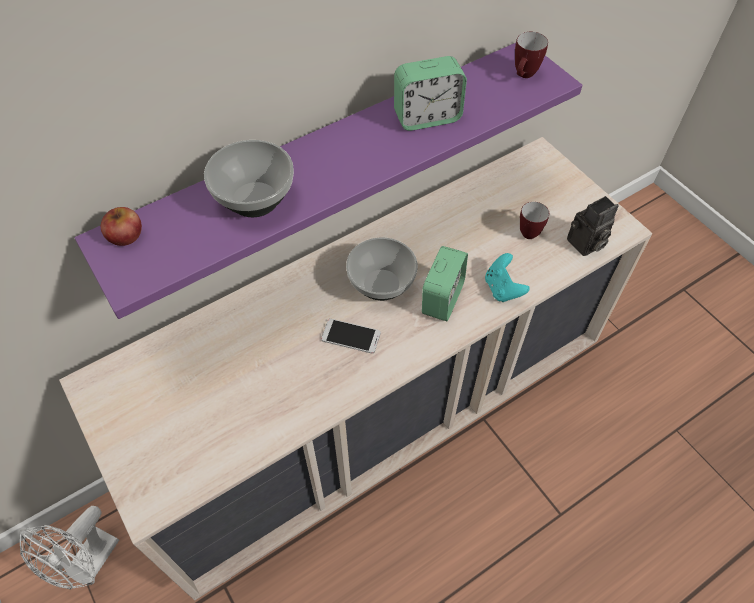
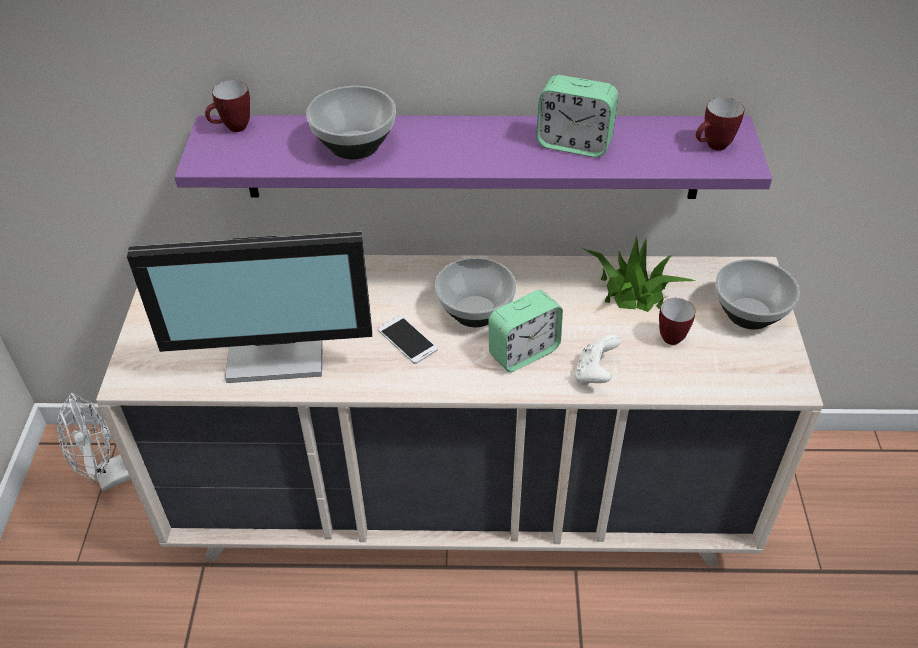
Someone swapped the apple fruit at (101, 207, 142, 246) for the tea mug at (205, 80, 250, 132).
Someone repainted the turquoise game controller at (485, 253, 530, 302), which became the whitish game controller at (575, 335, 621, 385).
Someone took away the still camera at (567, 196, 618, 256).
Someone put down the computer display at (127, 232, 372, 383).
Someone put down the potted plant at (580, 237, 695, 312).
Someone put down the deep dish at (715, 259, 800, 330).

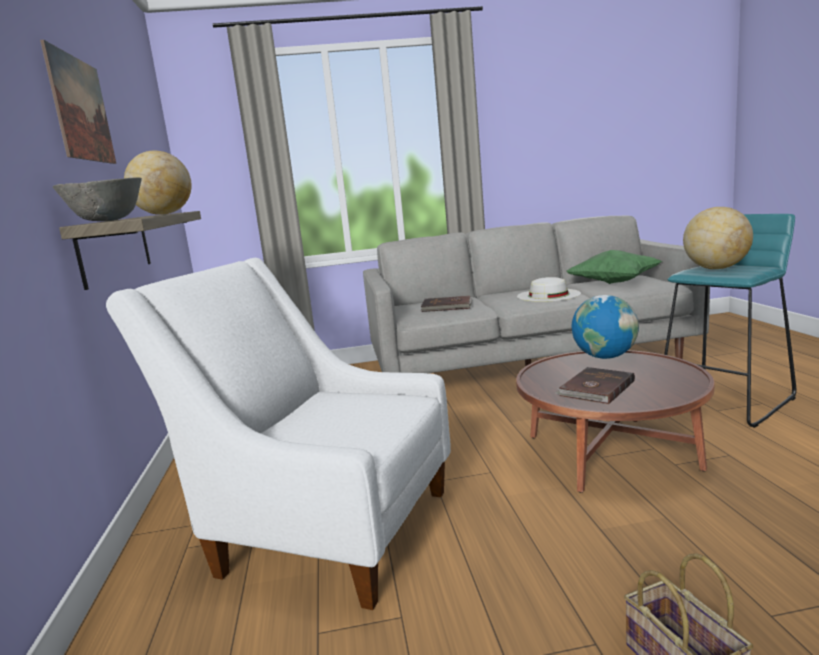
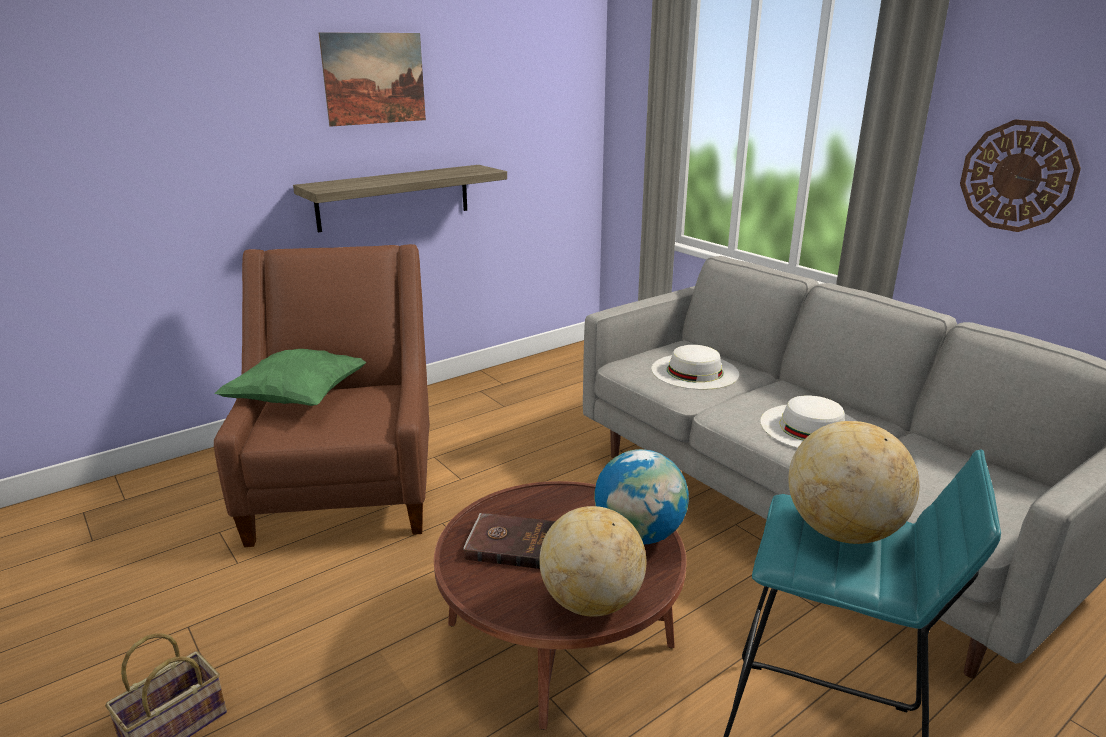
Someone took away the gray deep dish at (53, 177, 142, 221).
Someone repainted the whitish lounge chair at (106, 258, 451, 610), which became the brown lounge chair at (214, 244, 430, 547).
Someone carried the globe from (124, 151, 192, 215) to (539, 506, 646, 617).
Someone swapped the brown volume at (421, 296, 472, 312) for the whitish wearable hat at (651, 345, 739, 390).
Someone carried the green cushion from (566, 250, 663, 284) to (214, 349, 367, 406).
Someone put up the wall clock at (960, 119, 1081, 232).

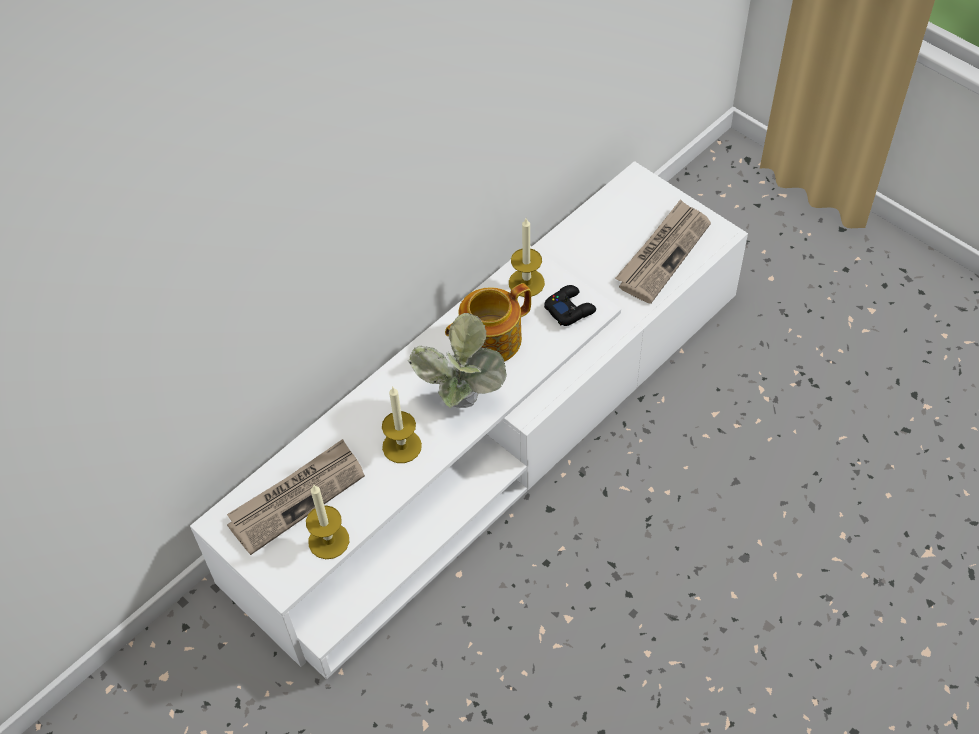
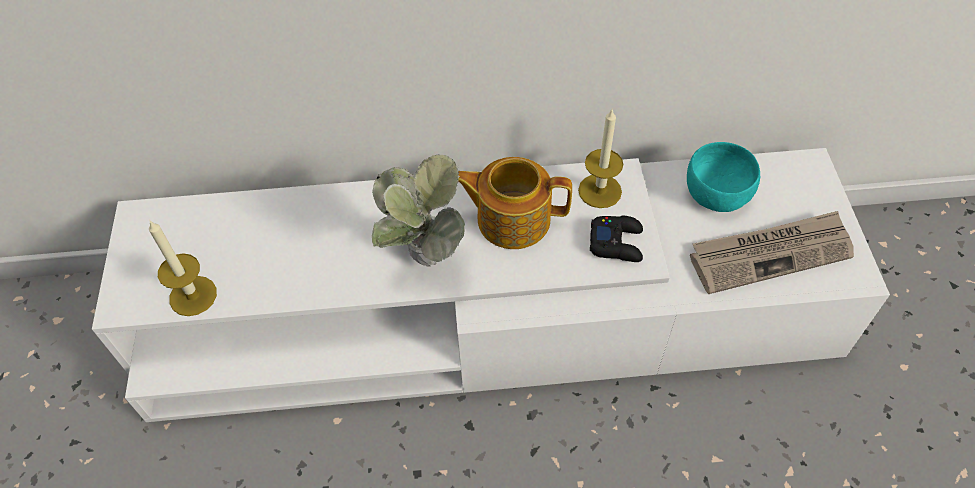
Someone took away the printed paper at (227, 439, 365, 555).
Someone took away the candle at (382, 387, 422, 463).
Someone put down the turquoise deep dish at (687, 142, 760, 212).

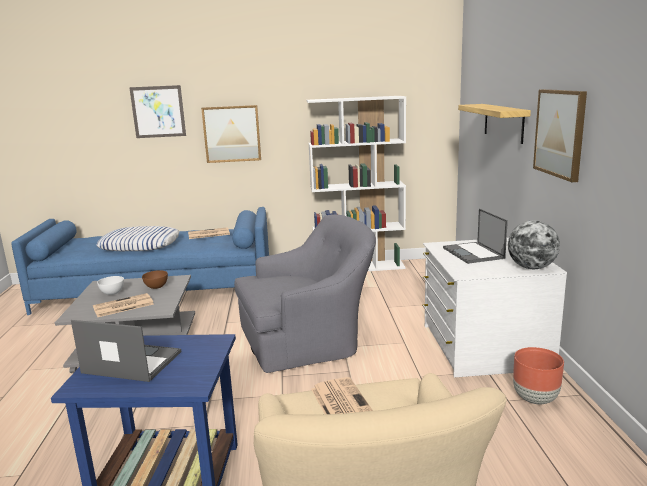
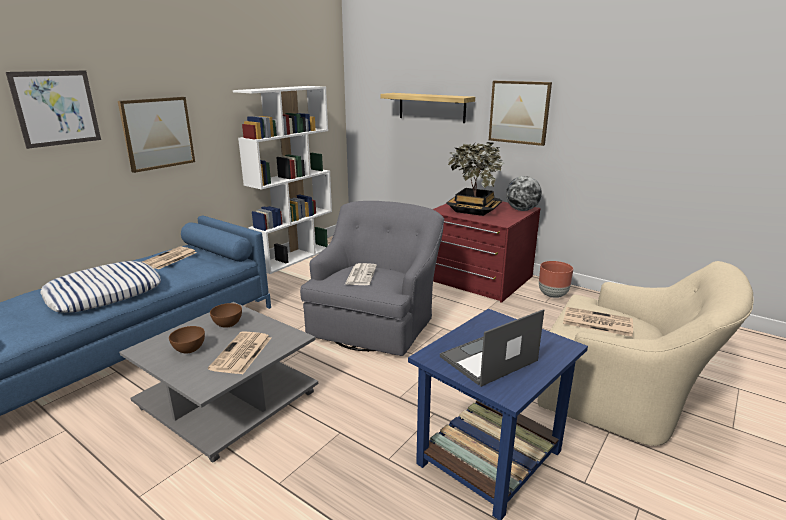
Someone repainted the whitish deep dish at (97, 276, 124, 295), which became the brown deep dish at (169, 326, 205, 353).
Someone repainted the whitish dresser at (422, 238, 567, 377), which became the red dresser at (433, 200, 541, 303).
Someone swapped the notebook computer at (443, 209, 508, 264) for the potted plant at (446, 142, 504, 216).
Someone put down the printed paper at (345, 263, 377, 285).

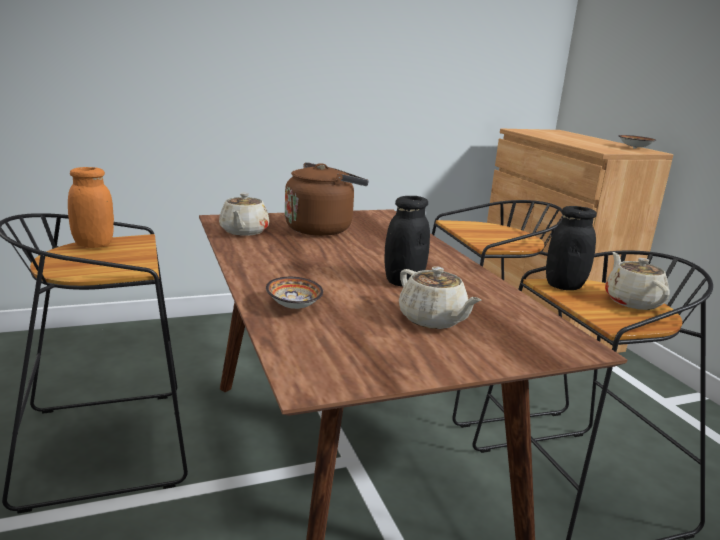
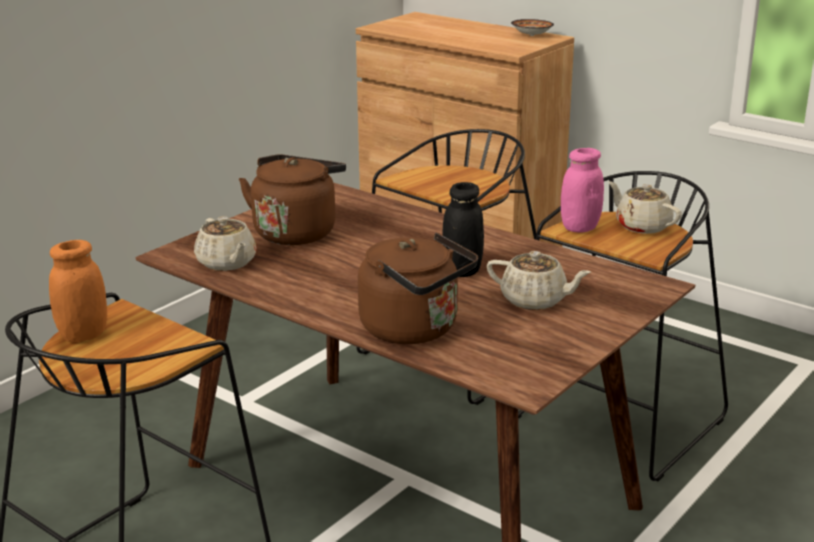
Someone swapped the deep dish at (266, 277, 323, 309) for the brown kettle at (358, 232, 478, 344).
Someone repainted the blackish preserve jar at (546, 206, 597, 290), which became the pinkish preserve jar at (561, 148, 604, 233).

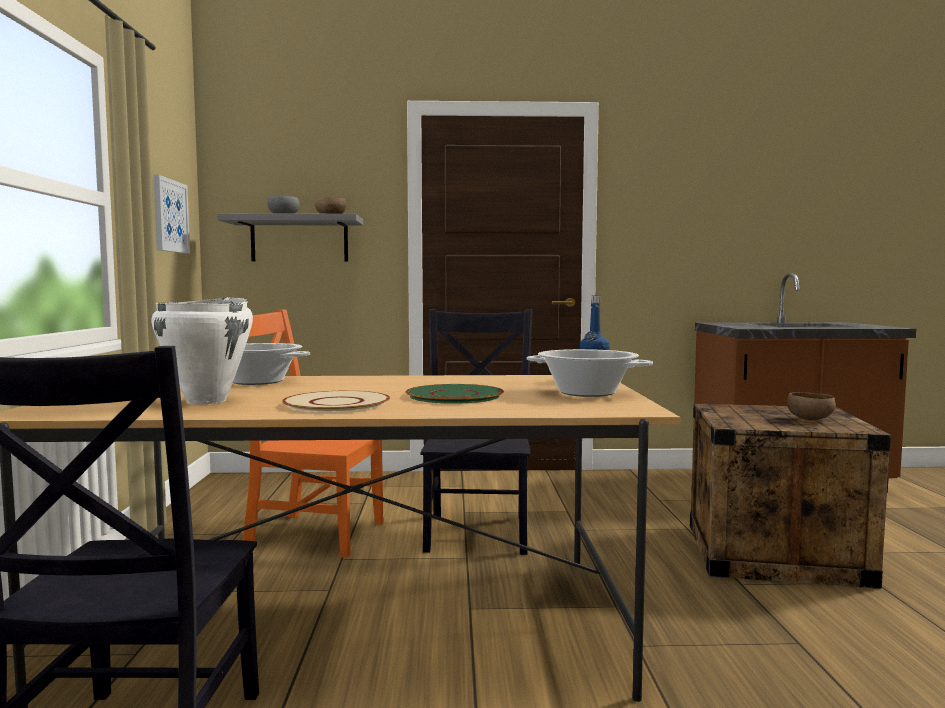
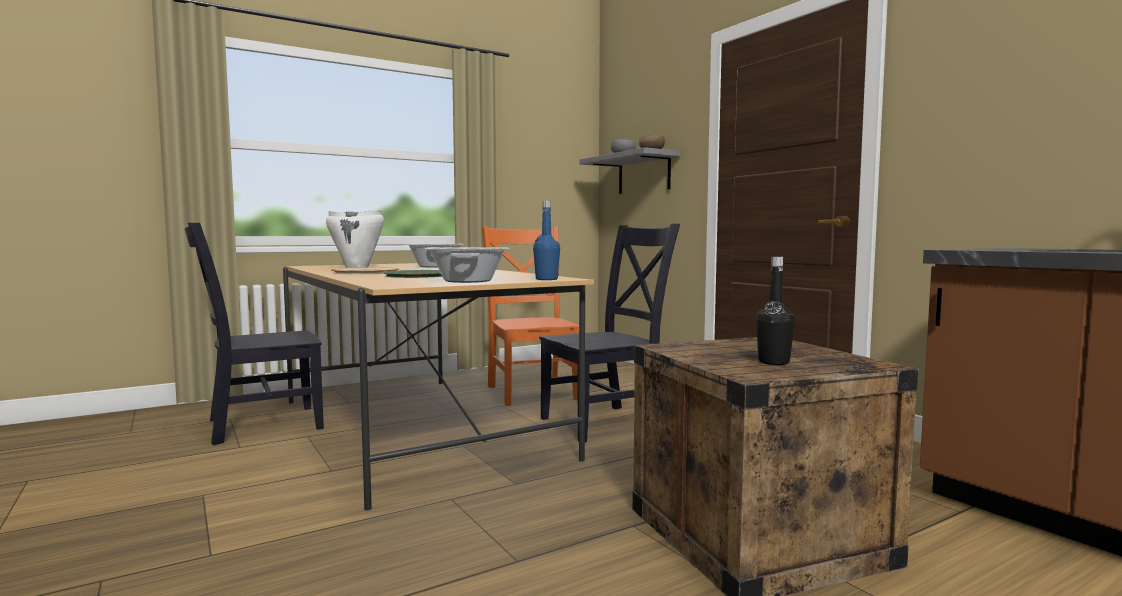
Someone took away the picture at (153, 175, 190, 253).
Someone swapped the brown deep dish at (787, 392, 836, 420) for the blackish drink bottle at (756, 257, 795, 365).

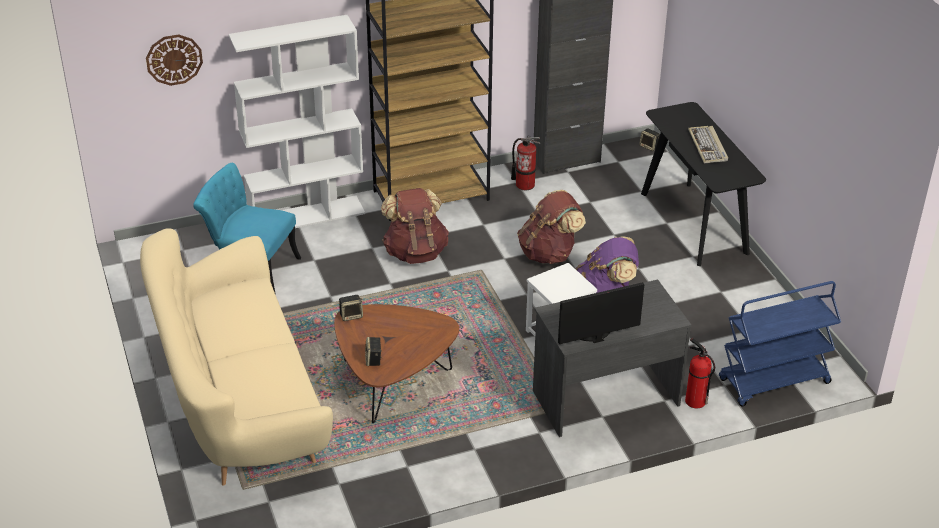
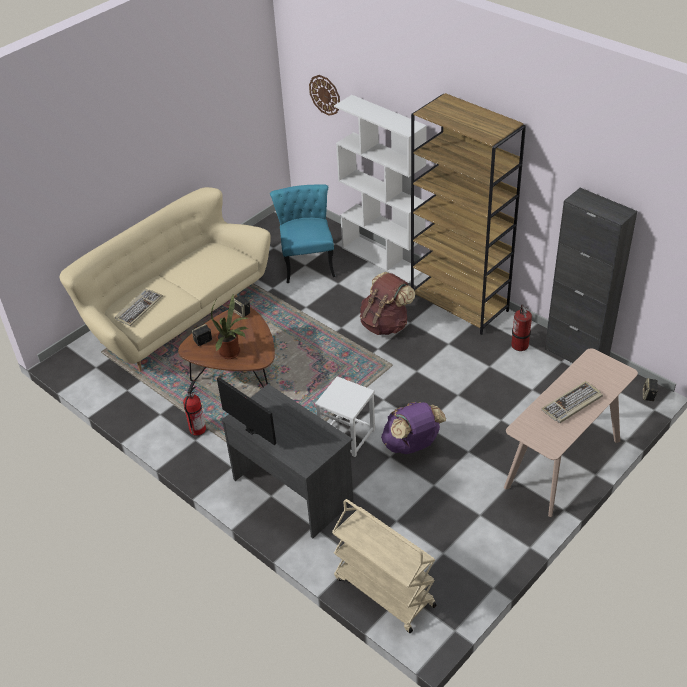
Someone took away the brown rucksack at (517, 190, 586, 264).
Someone repainted the blackish console table at (641, 102, 766, 266), which became the beige console table at (504, 348, 638, 517).
Someone carried the fire-fighting cylinder from (685, 338, 715, 408) to (183, 380, 206, 436).
Someone repainted the blue-coloured wheeled cart at (719, 281, 841, 407), which became the beige wheeled cart at (332, 499, 437, 633).
Someone put down the keyboard at (115, 289, 163, 326).
Someone put down the potted plant at (211, 295, 248, 359).

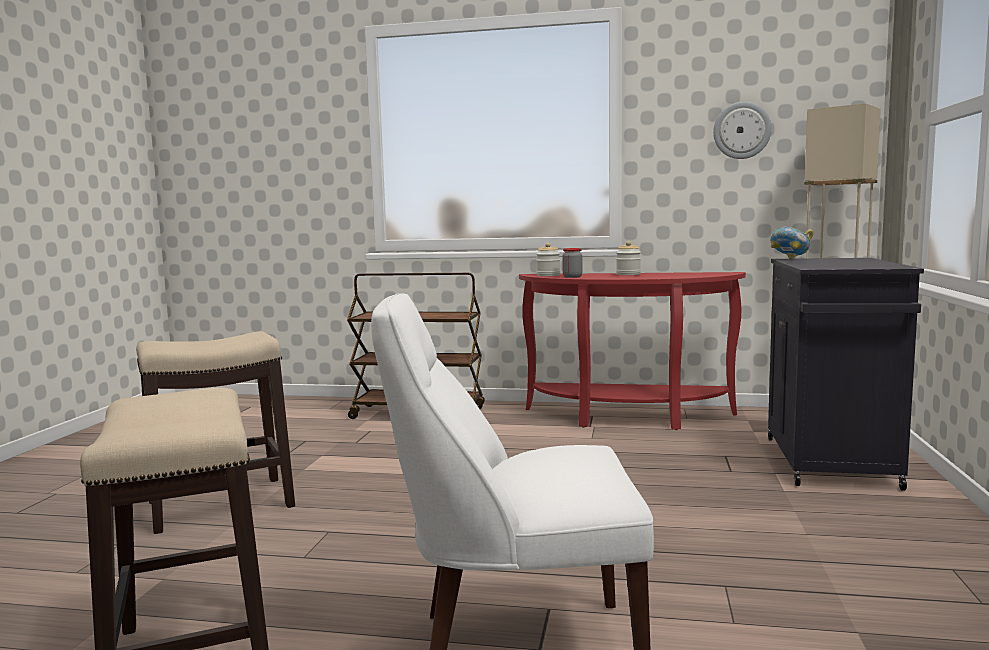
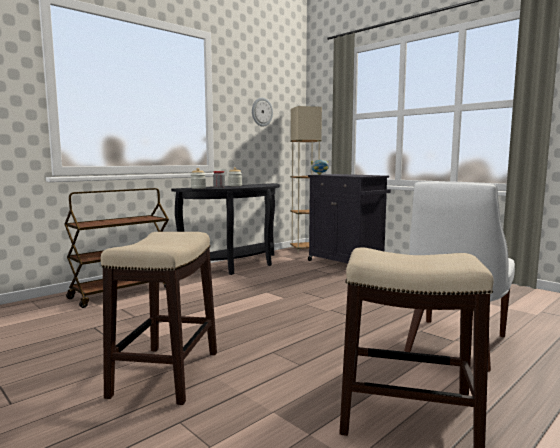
Someone repainted the red console table at (519, 272, 746, 430), which became the blackish console table at (171, 183, 280, 275).

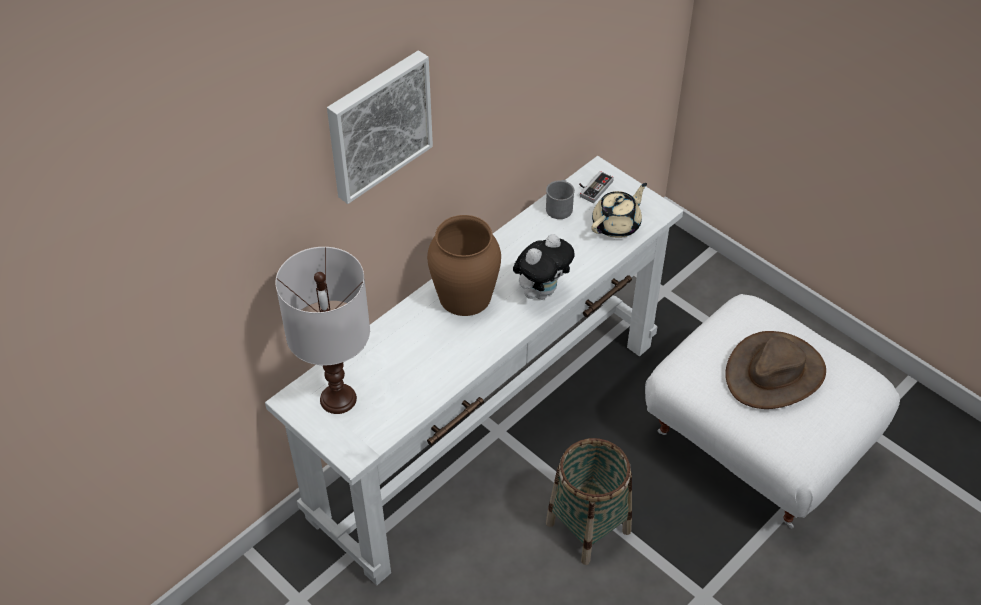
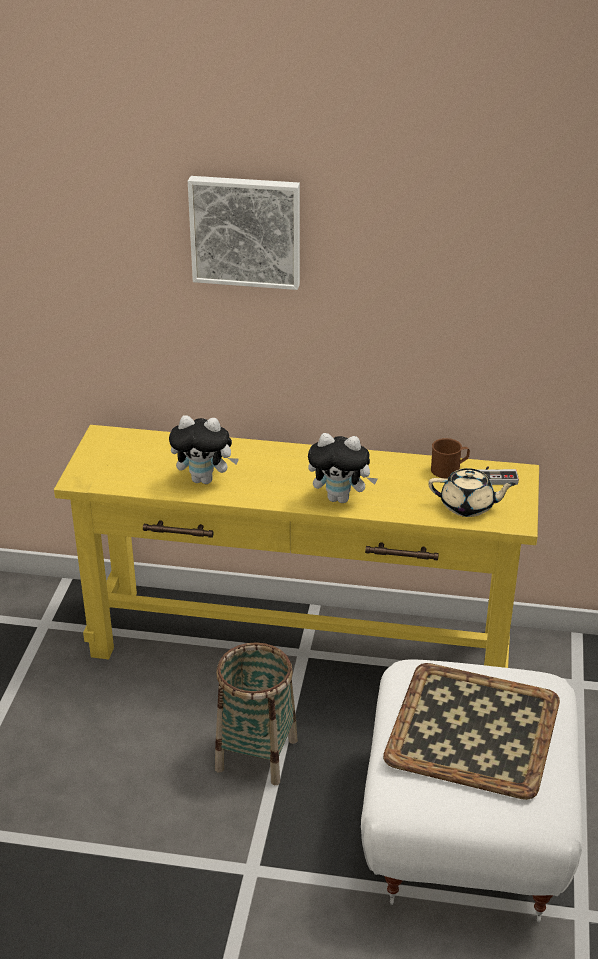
Someone repainted the whitish console table at (265, 156, 683, 585), which became the yellow console table at (54, 425, 539, 668).
Someone took away the whitish lamp for a table at (275, 247, 370, 414).
Someone took away the brown decorative vase at (427, 215, 501, 316).
Someone repainted the gray tea mug at (546, 180, 575, 219), which became the brown tea mug at (431, 438, 470, 478).
Someone swapped the brown wearable hat at (725, 331, 826, 409) for the carrying tray at (383, 663, 560, 800).
Someone put down the cuddly toy at (169, 415, 239, 484).

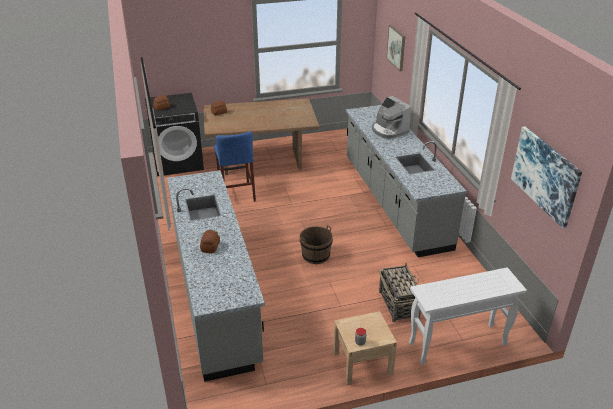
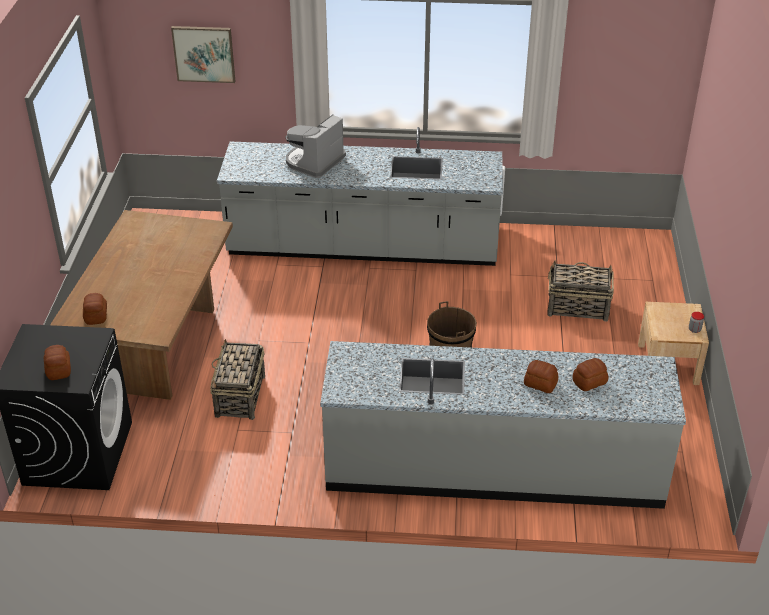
Someone swapped the blue-coloured stool seat at (214, 131, 256, 202) for the household basket at (210, 339, 265, 420).
Someone rotated the coffee machine at (372, 96, 411, 139) by 135 degrees clockwise.
Someone took away the whitish console table at (409, 267, 527, 364).
Someone took away the picture at (511, 126, 582, 228).
Someone put down the bread at (572, 358, 608, 391).

